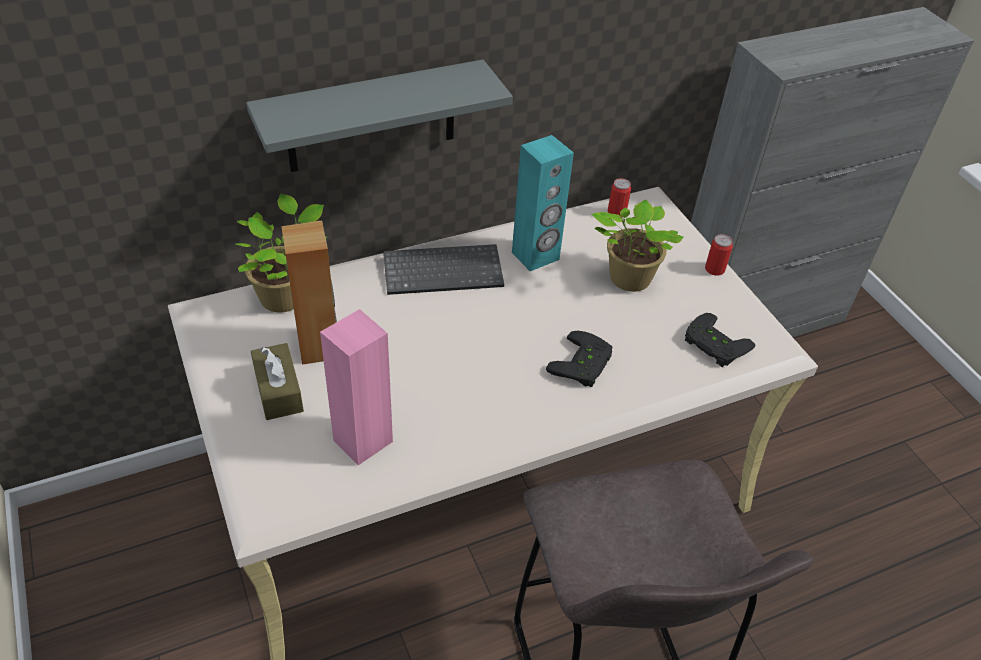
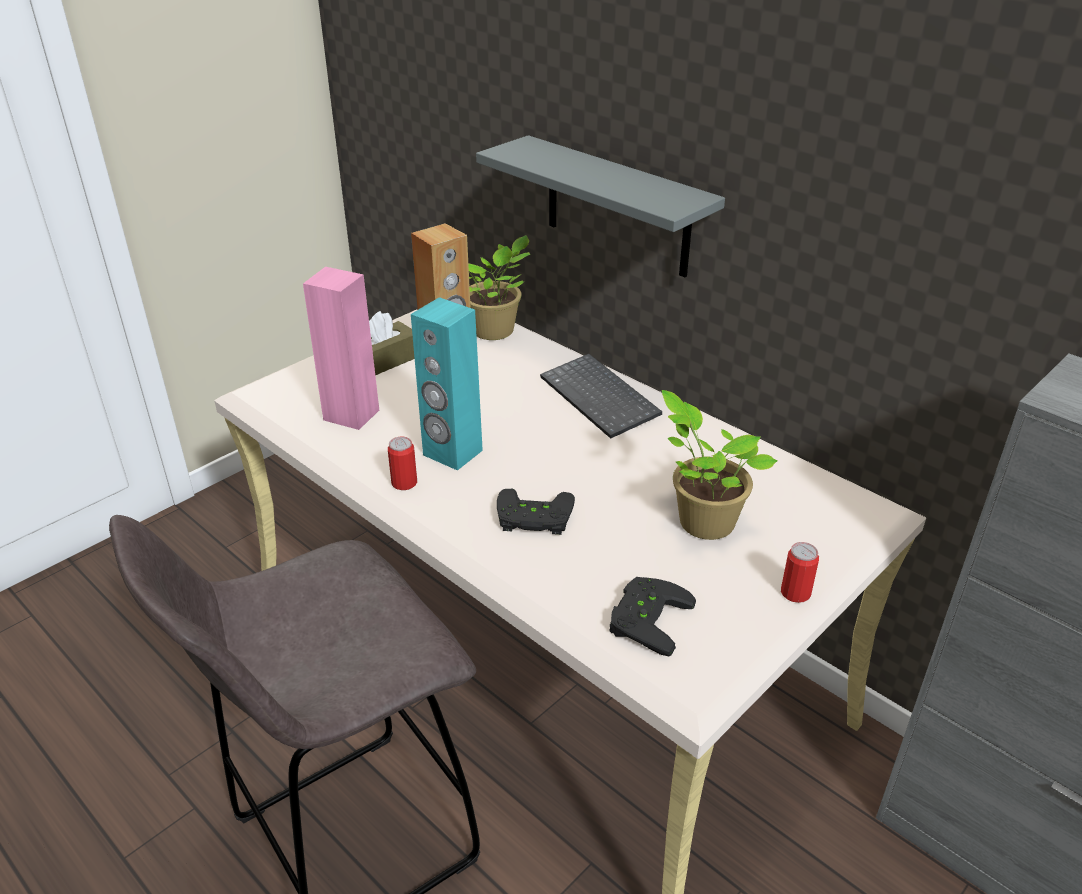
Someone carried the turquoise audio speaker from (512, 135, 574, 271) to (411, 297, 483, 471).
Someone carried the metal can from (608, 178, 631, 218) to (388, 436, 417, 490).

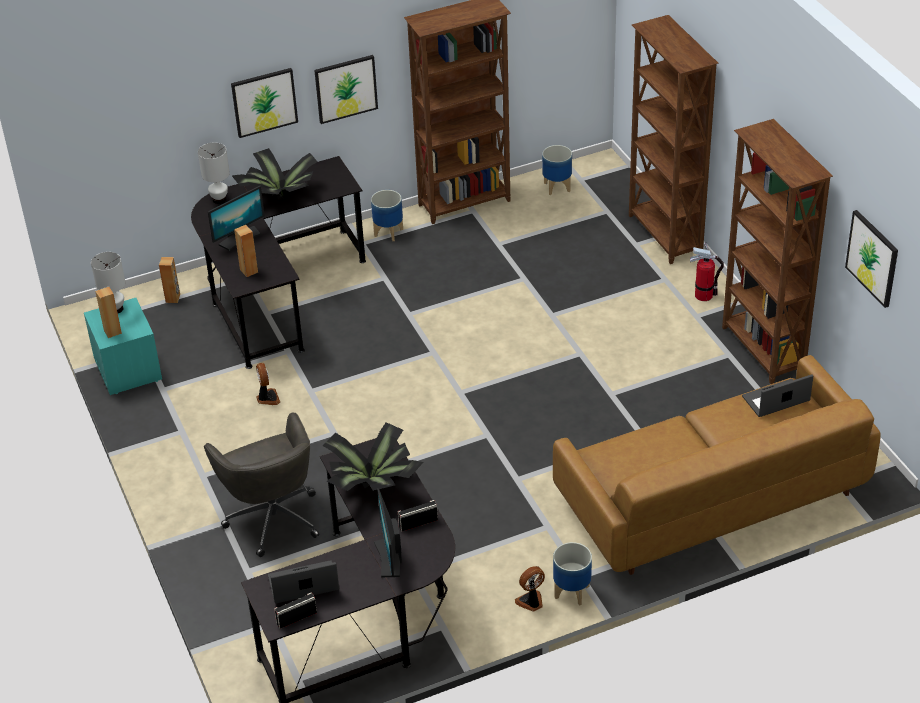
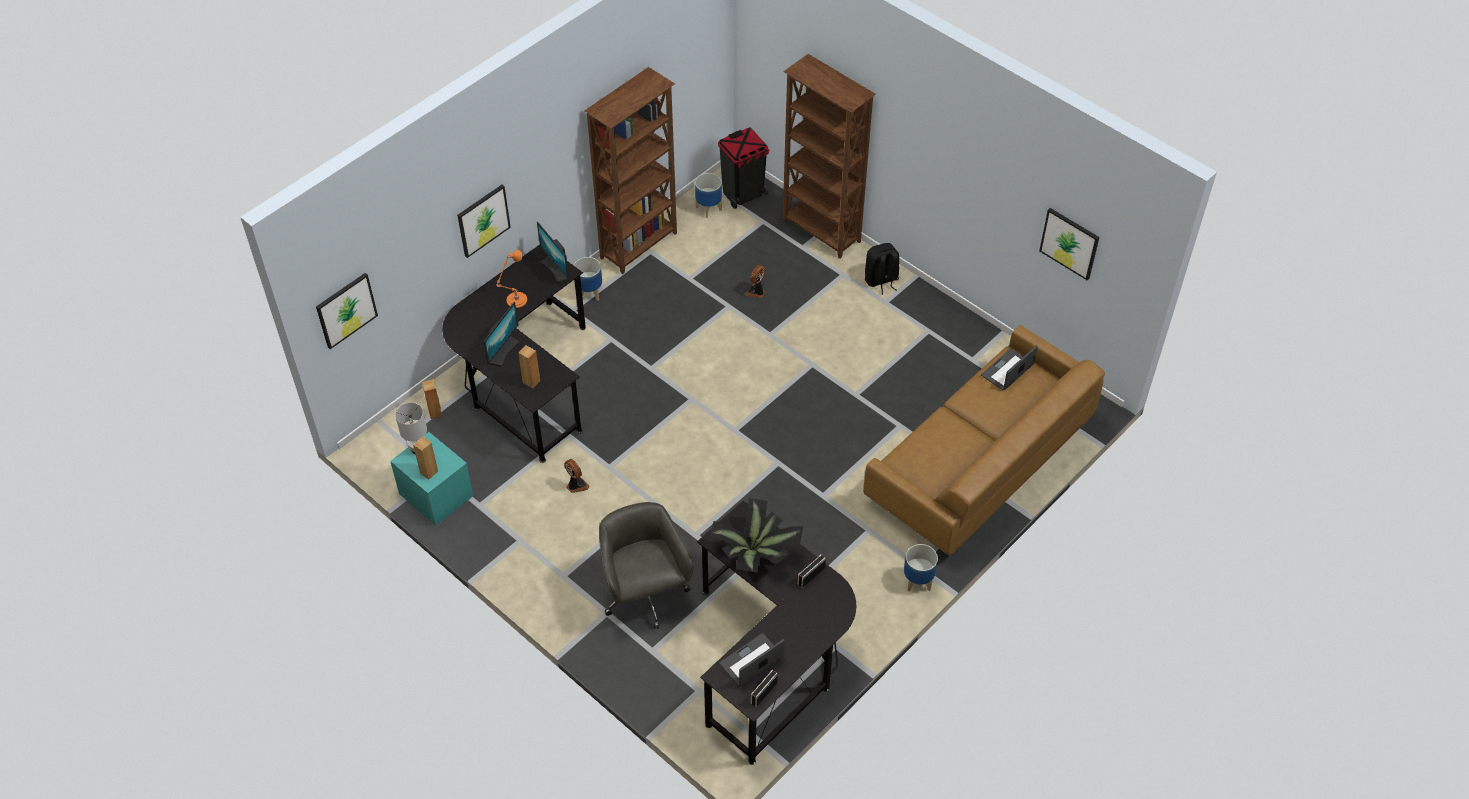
Someone took away the whitish lamp for a table at (198, 142, 230, 204).
Someone rotated the gray desk chair at (204, 412, 319, 557) by 150 degrees counterclockwise.
Someone swapped the potted plant at (232, 148, 317, 200) for the orangey lamp for a table at (496, 250, 527, 308).
Someone carried the picture from (314, 55, 378, 124) to (316, 273, 378, 349).
Someone carried the computer display from (374, 488, 402, 577) to (537, 222, 570, 283).
Someone carried the fan from (515, 566, 545, 612) to (745, 265, 766, 298).
Someone swapped the fire-fighting cylinder at (690, 242, 724, 301) for the blackish rucksack at (865, 243, 899, 295).
Someone took away the brown bookshelf at (722, 119, 833, 384).
Someone put down the blackish rubbish bin at (718, 127, 769, 209).

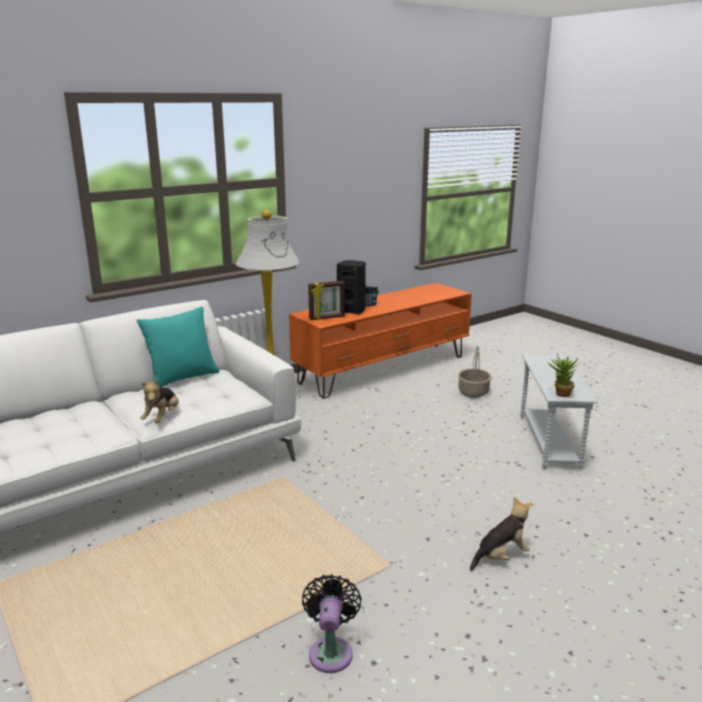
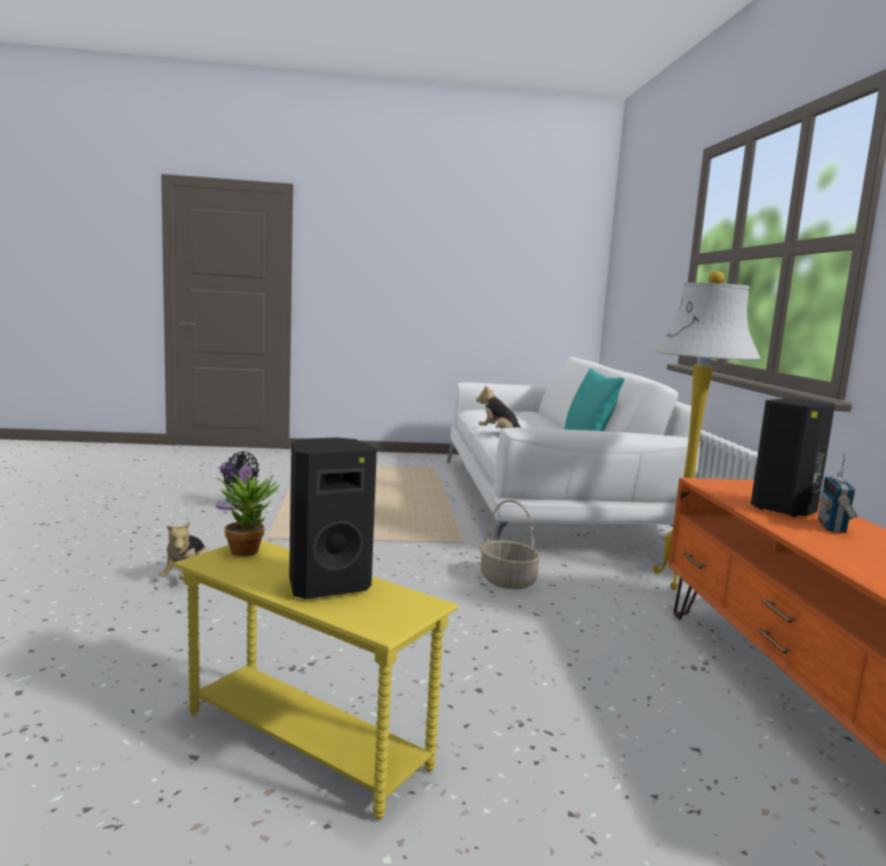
Someone took away the picture frame at (308, 281, 345, 320).
Someone carried the household basket from (458, 346, 491, 398) to (480, 500, 541, 590).
Someone repainted the whitish side table at (520, 354, 598, 470), which became the yellow side table at (174, 540, 458, 820).
Someone put down the blackish audio speaker at (289, 438, 377, 599).

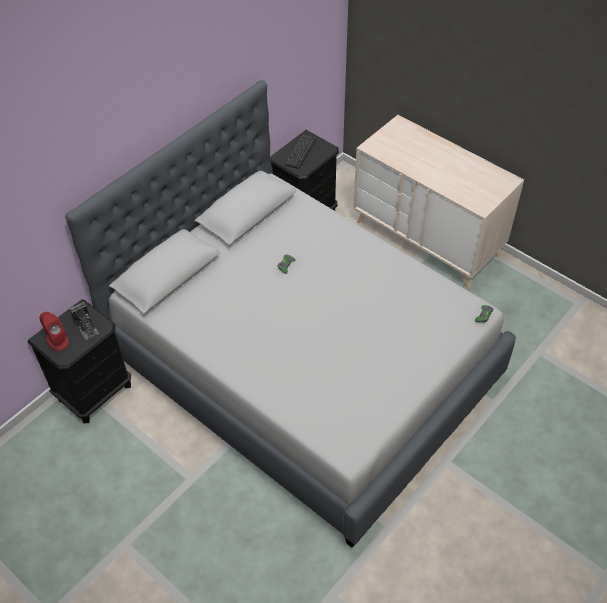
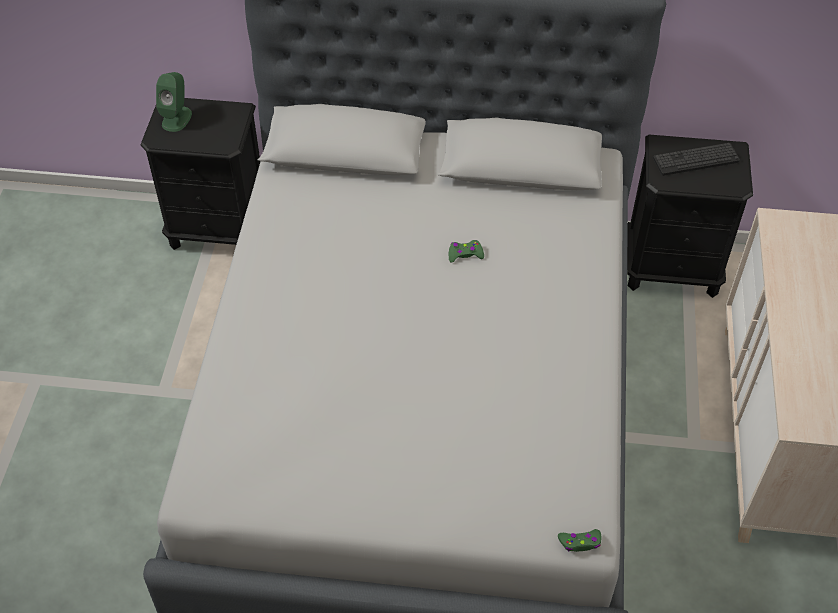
Someone repainted the red audio speaker at (39, 312, 69, 351), which became the green audio speaker at (156, 72, 192, 132).
Someone took away the still camera at (70, 302, 99, 340).

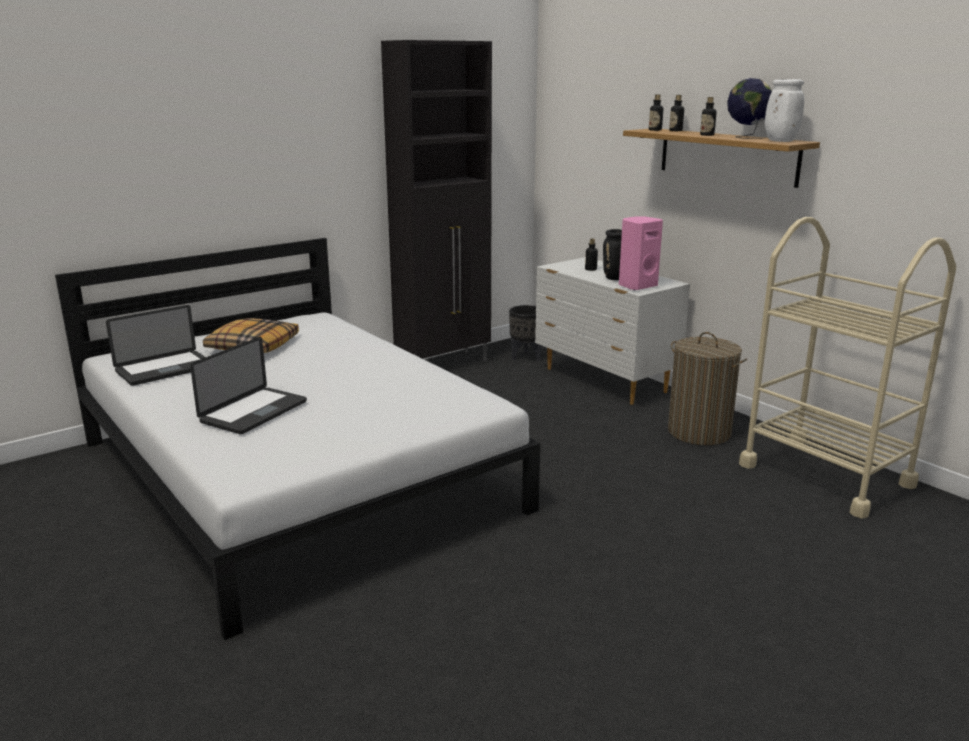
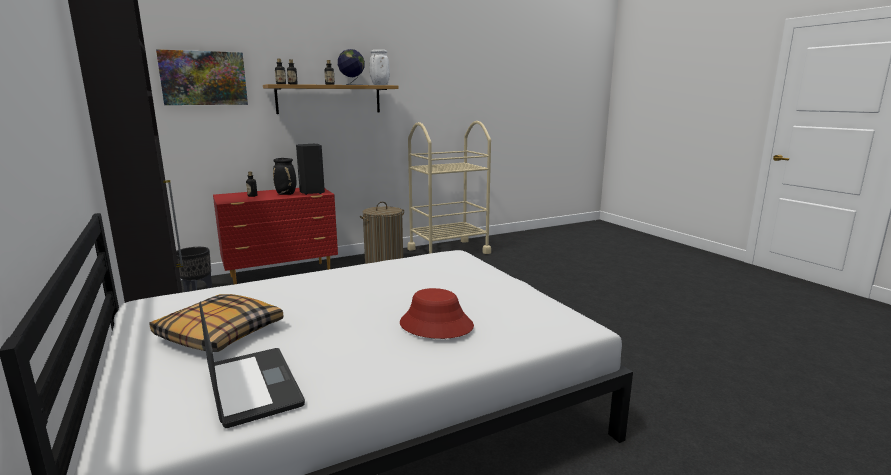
Someone swapped the notebook computer at (190, 337, 307, 434) for the red wearable hat at (400, 288, 474, 339).
Someone repainted the whitish dresser at (535, 257, 690, 405), which became the red dresser at (213, 188, 338, 284).
Someone repainted the pinkish audio speaker at (619, 216, 663, 291), which became the blackish audio speaker at (296, 144, 325, 195).
Someone put up the picture at (156, 49, 248, 105).

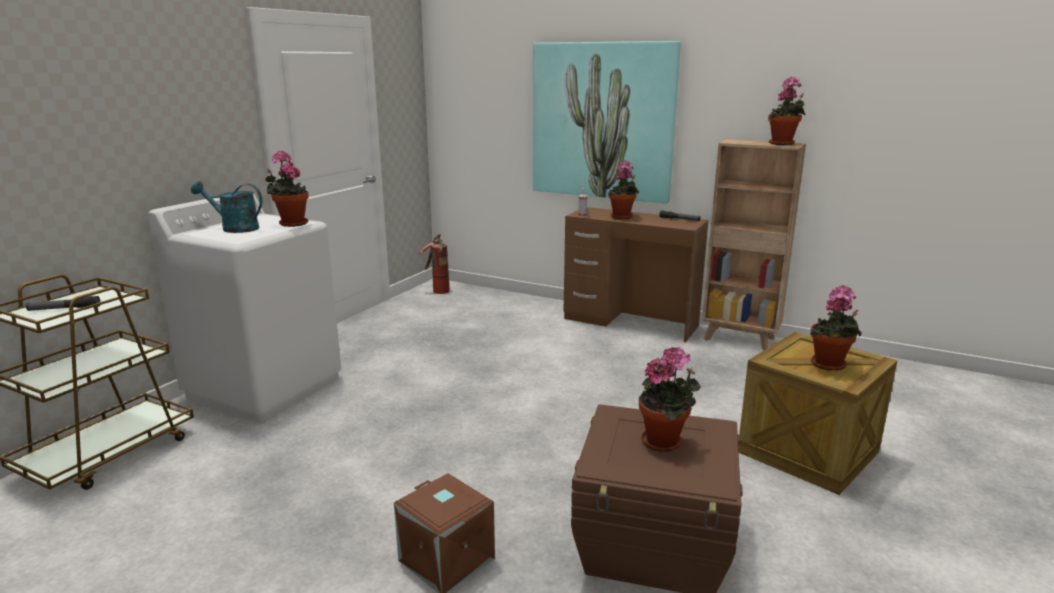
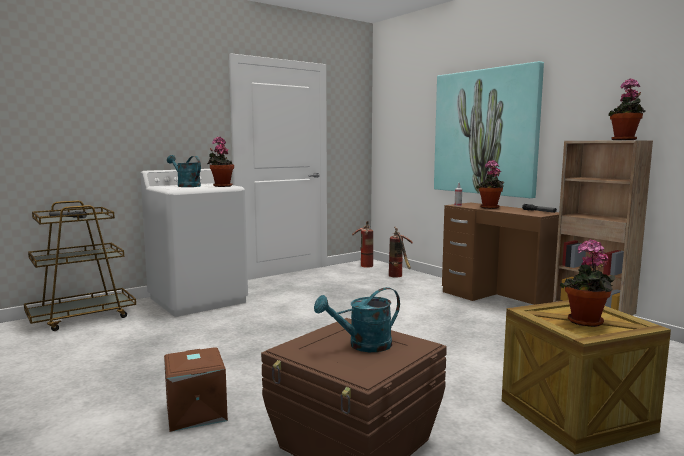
Someone swapped the potted plant at (639, 347, 701, 452) for the turquoise watering pot at (314, 287, 400, 352).
Someone put down the fire-fighting cylinder at (389, 227, 413, 277).

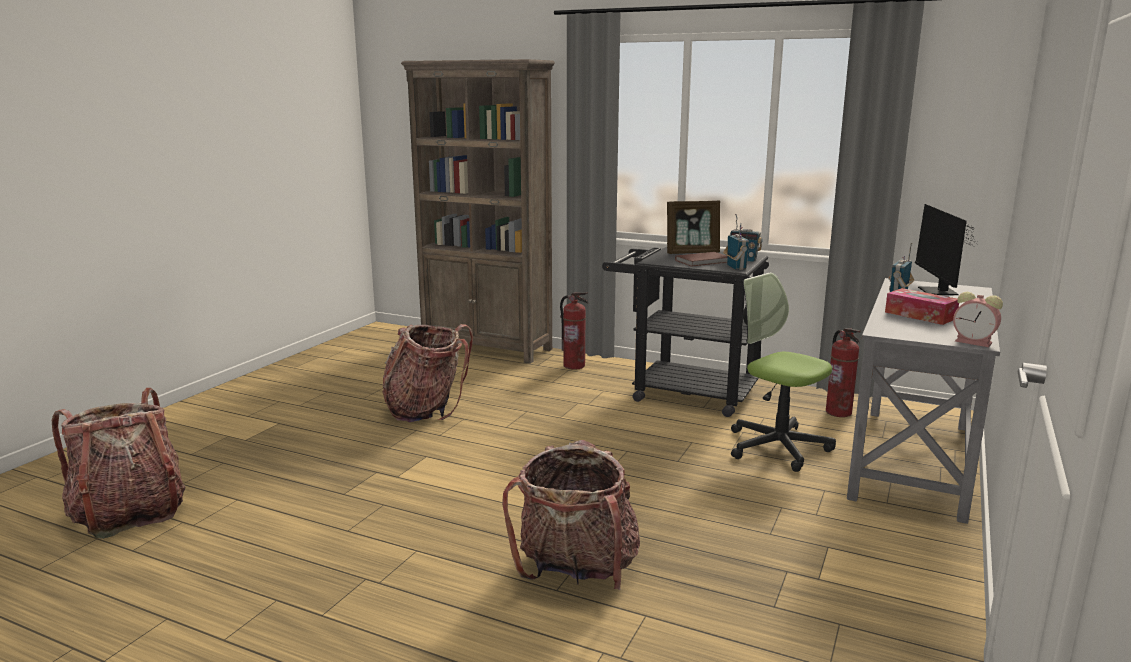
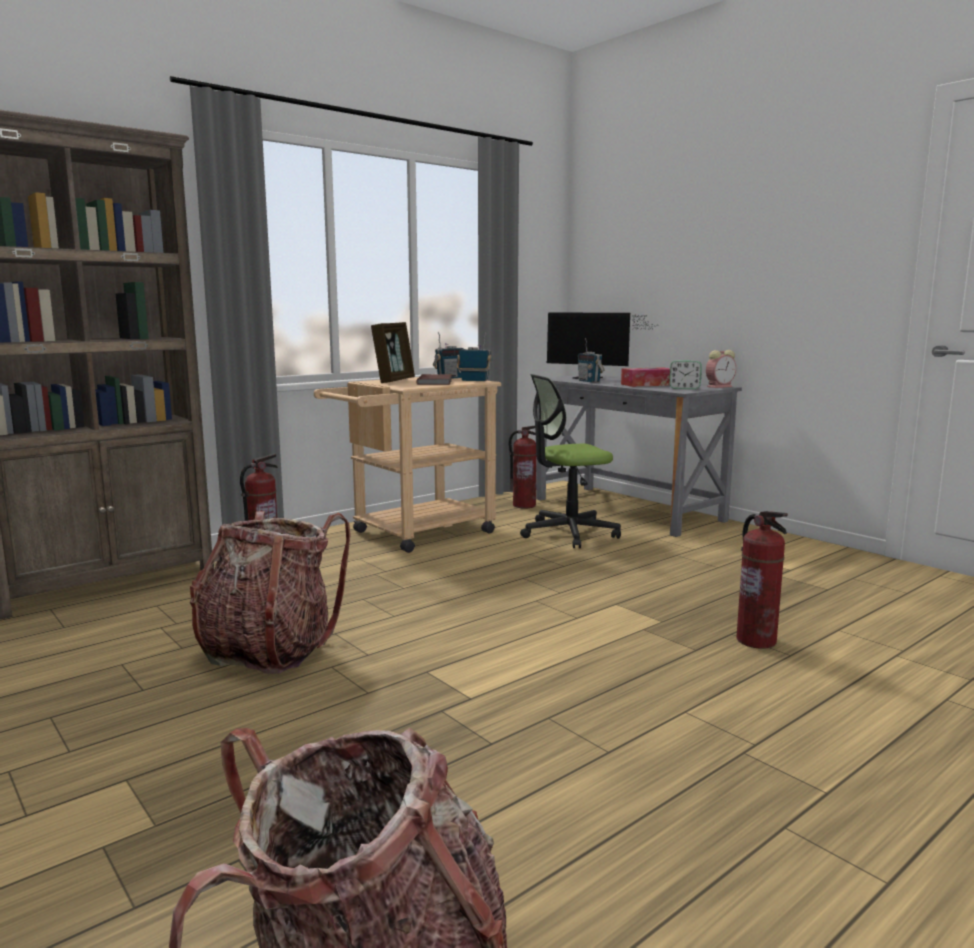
Someone swapped the rucksack at (502, 440, 640, 590) for the fire-fighting cylinder at (736, 511, 788, 649).
Someone repainted the blackish wheeled cart at (602, 247, 769, 417), which became the beige wheeled cart at (314, 377, 501, 553).
Someone put down the table clock at (669, 360, 702, 389).

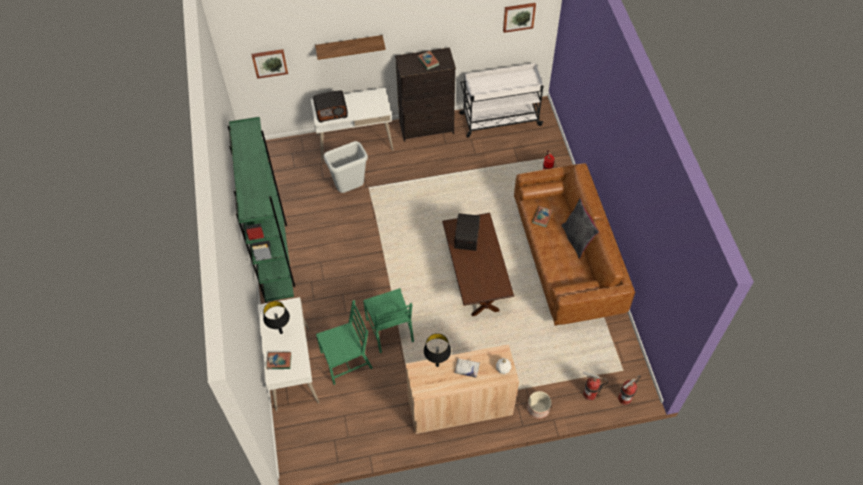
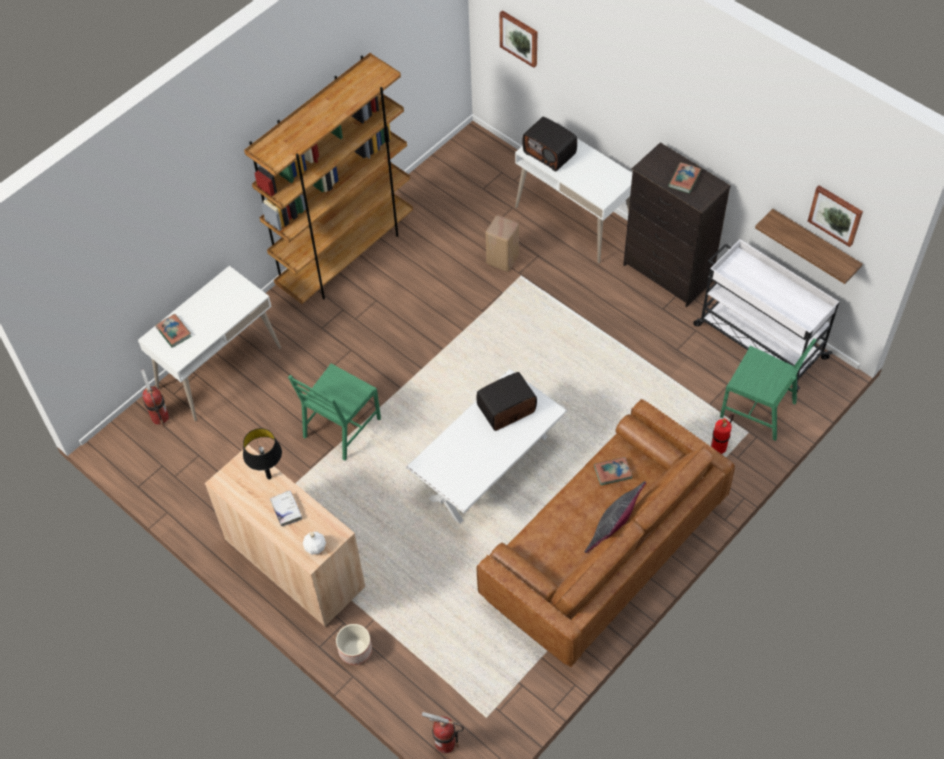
Someone repainted the green bookshelf at (227, 117, 295, 303), which became the brown bookshelf at (244, 53, 413, 304).
Someone took away the blackish lamp for a table at (263, 301, 290, 334).
Someone carried the wall shelf from (315, 35, 386, 60) to (755, 209, 863, 284).
Someone carried the green upright chair from (316, 300, 373, 385) to (720, 339, 816, 441).
Someone swapped the gray rubbish bin at (324, 141, 368, 193) for the beige stool seat at (486, 215, 519, 272).
Someone repainted the brown coffee table at (442, 213, 514, 316), which became the whitish coffee table at (406, 369, 567, 524).
Someone carried the fire-fighting cylinder from (583, 372, 609, 400) to (141, 369, 169, 426).

